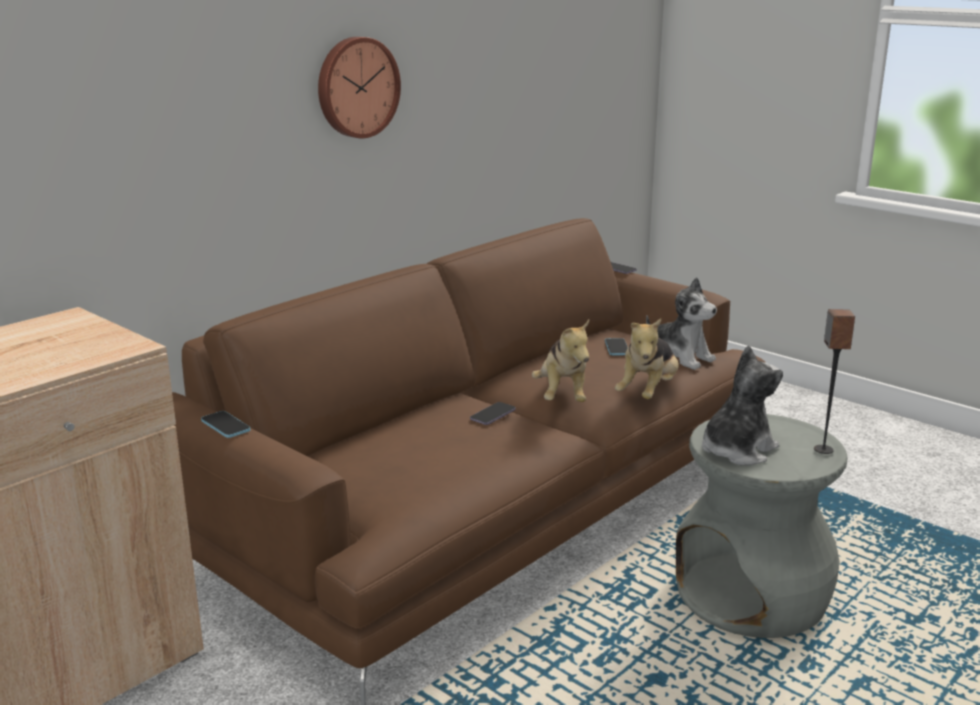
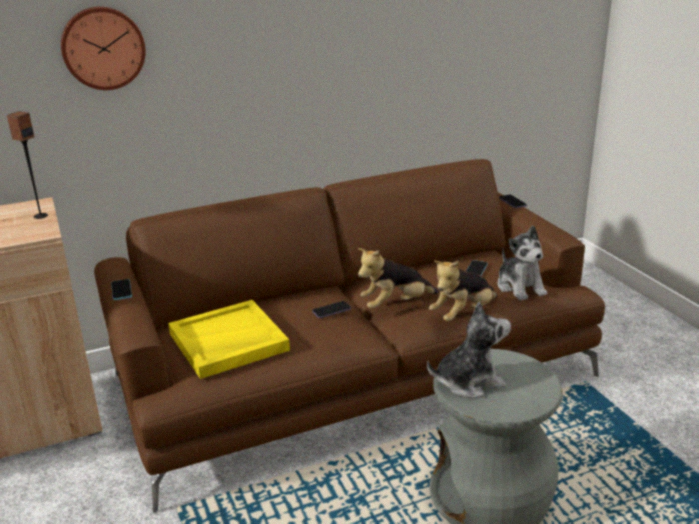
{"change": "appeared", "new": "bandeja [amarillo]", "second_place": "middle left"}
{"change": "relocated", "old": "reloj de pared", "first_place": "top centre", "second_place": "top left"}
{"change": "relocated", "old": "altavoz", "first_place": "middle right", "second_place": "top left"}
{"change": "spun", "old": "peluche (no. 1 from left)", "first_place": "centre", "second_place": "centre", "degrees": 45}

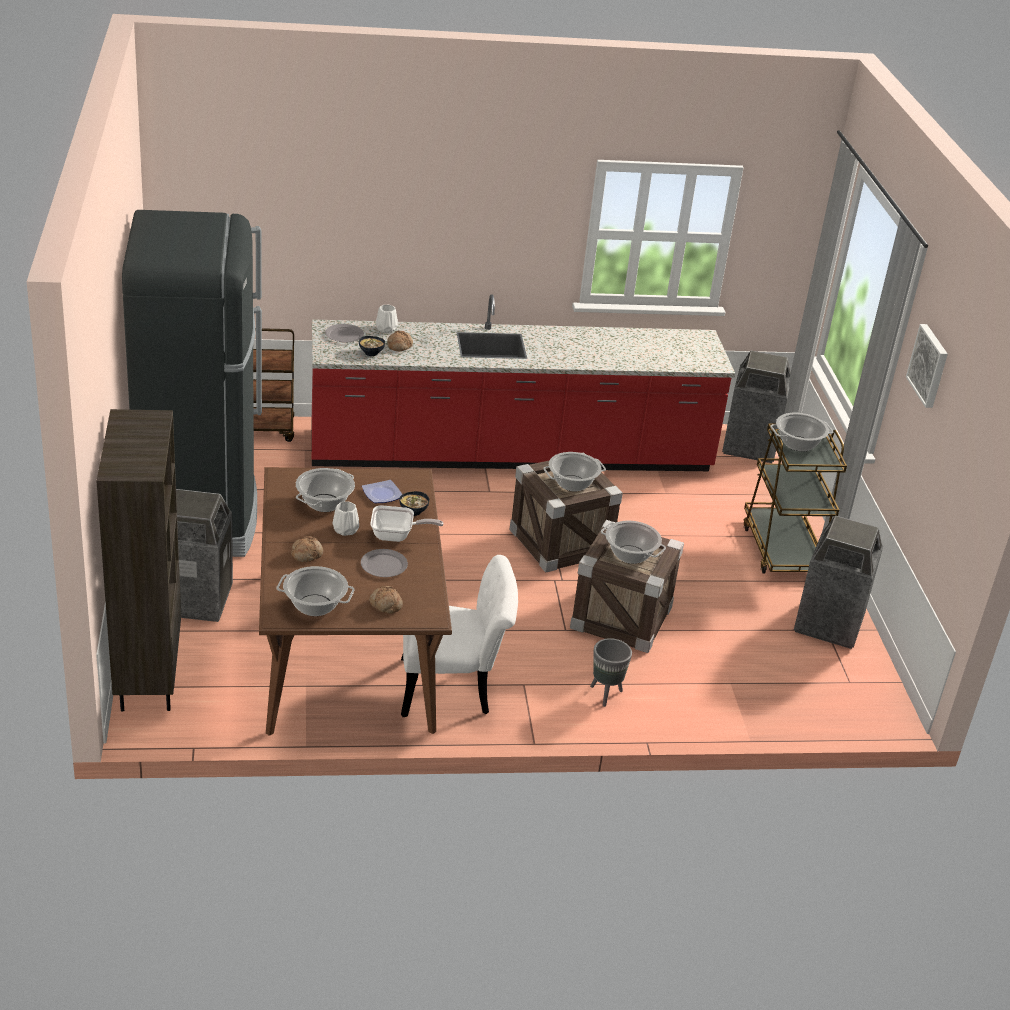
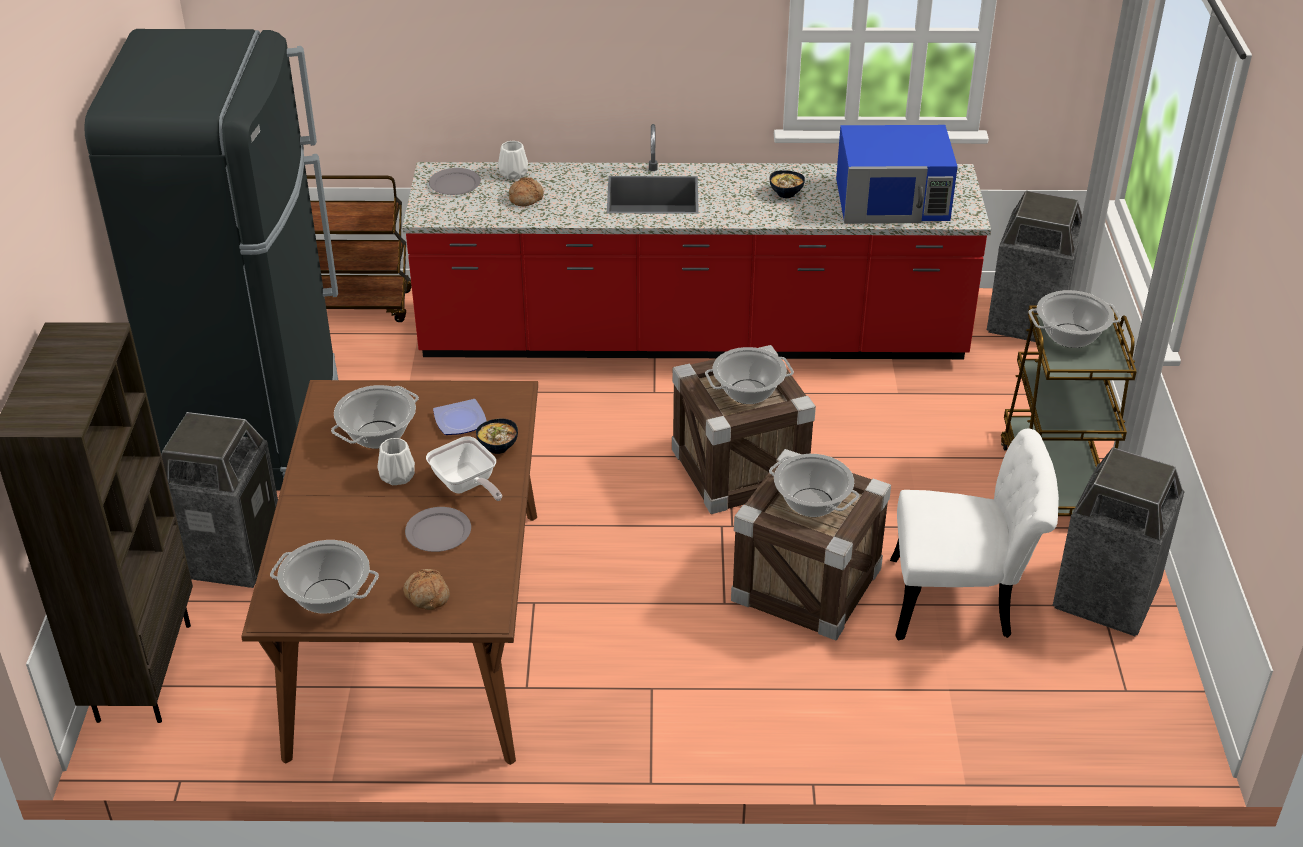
{"change": "missing", "old": "pan (no. 1 from left)", "first_place": "middle left"}
{"change": "missing", "old": "maceta [gris]", "first_place": "centre"}
{"change": "missing", "old": "cuadro", "first_place": "middle right"}
{"change": "appeared", "new": "microondas [azul]", "second_place": "top right"}
{"change": "relocated", "old": "cuenco (no. 1 from left in the first image)", "new": "cuenco (no. 2 from left)", "first_place": "centre", "second_place": "top centre"}
{"change": "relocated", "old": "silla [blanco]", "first_place": "centre", "second_place": "middle right"}
{"change": "spun", "old": "sartén", "first_place": "centre", "second_place": "centre", "degrees": 45}

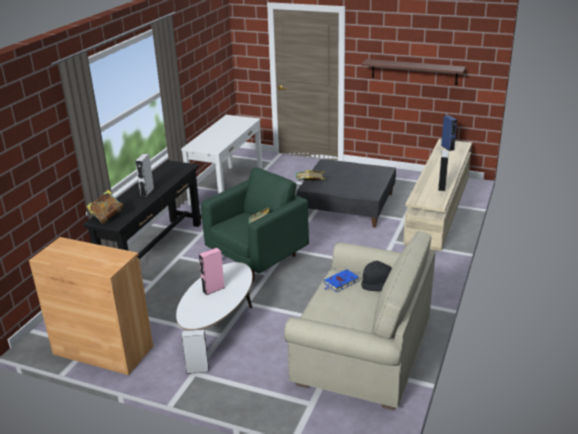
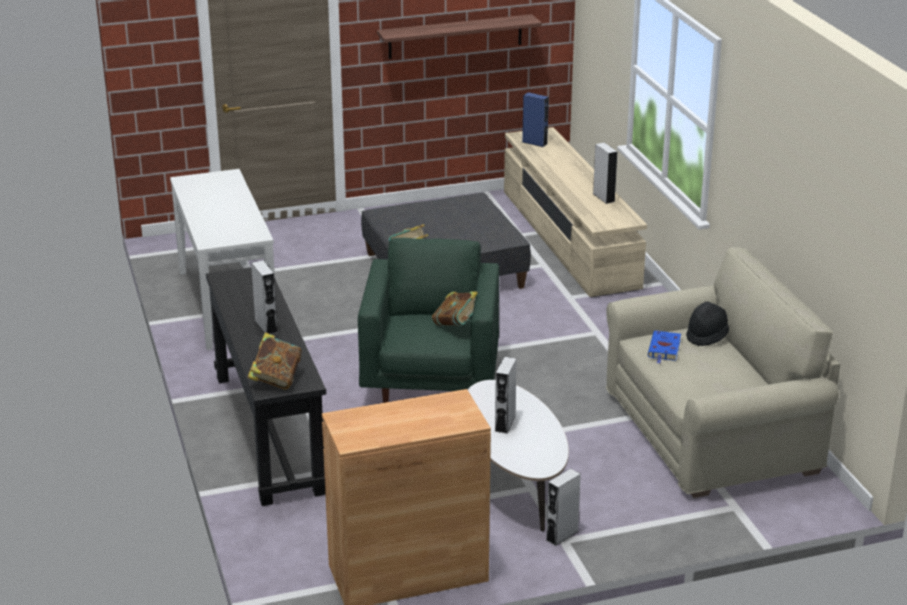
{"change": "colour", "old": "altavoz [rosa]", "new": "altavoz [gris] (no. 2 from left)", "first_place": "centre", "second_place": "centre"}

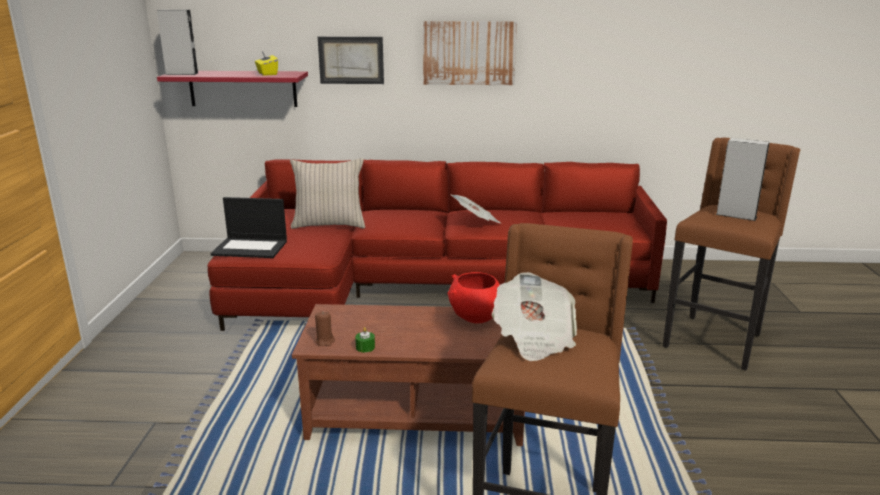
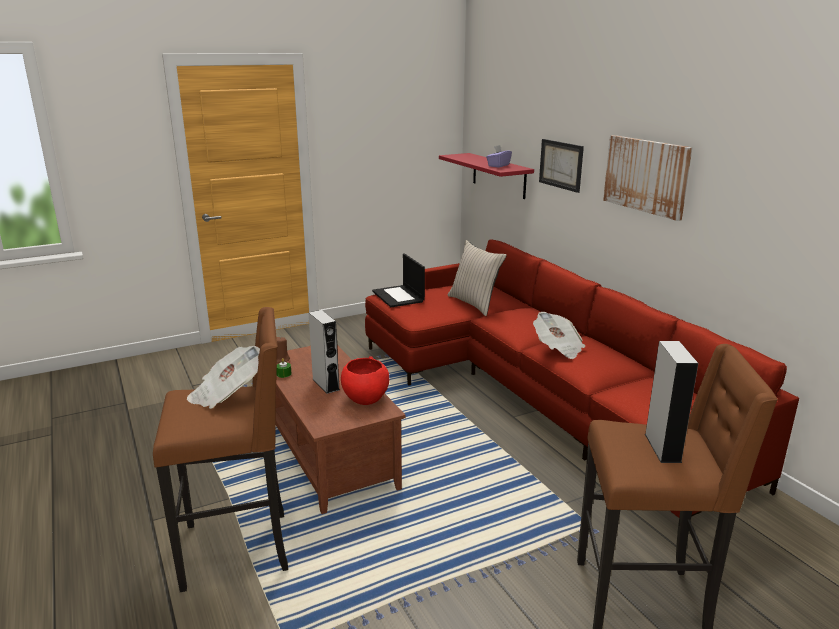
{"change": "relocated", "old": "altavoz [gris] (no. 1 from left)", "first_place": "top left", "second_place": "centre"}
{"change": "colour", "old": "caja de pañuelos [amarillo]", "new": "caja de pañuelos [morado]", "first_place": "top left", "second_place": "top centre"}

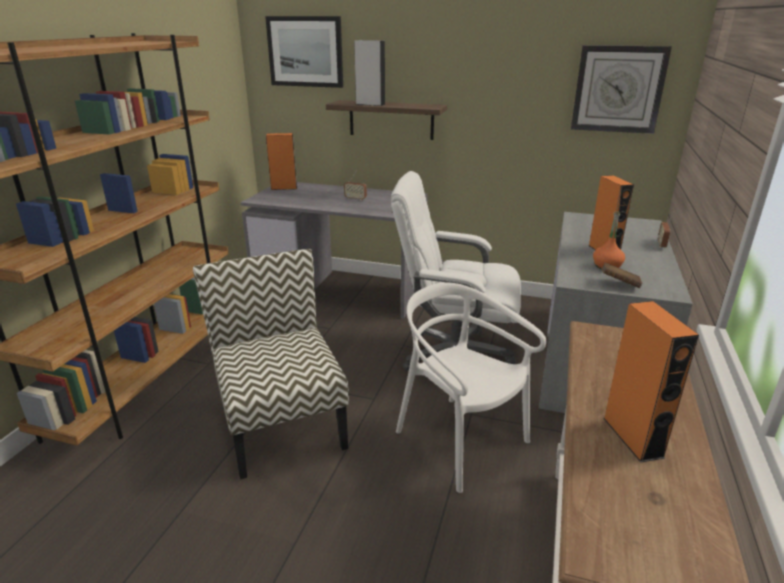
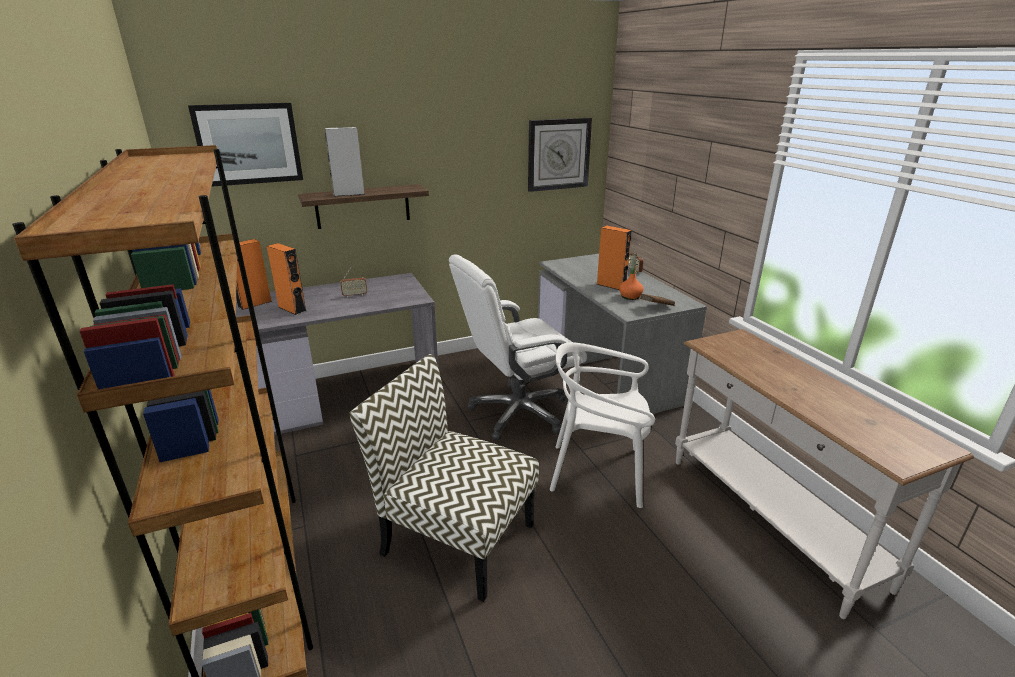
{"change": "relocated", "old": "altavoz [naranja] (no. 3 from left in the first image)", "new": "altavoz [naranja] (no. 2 from left)", "first_place": "middle right", "second_place": "middle left"}

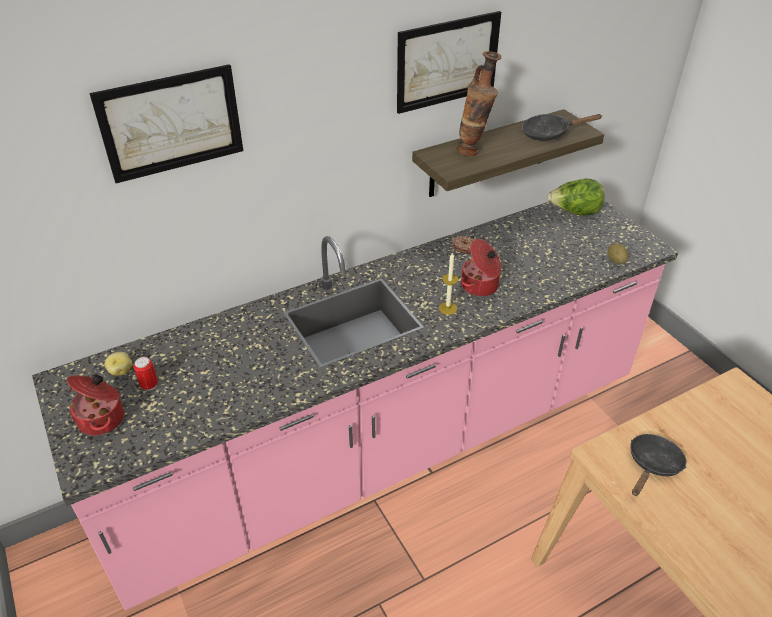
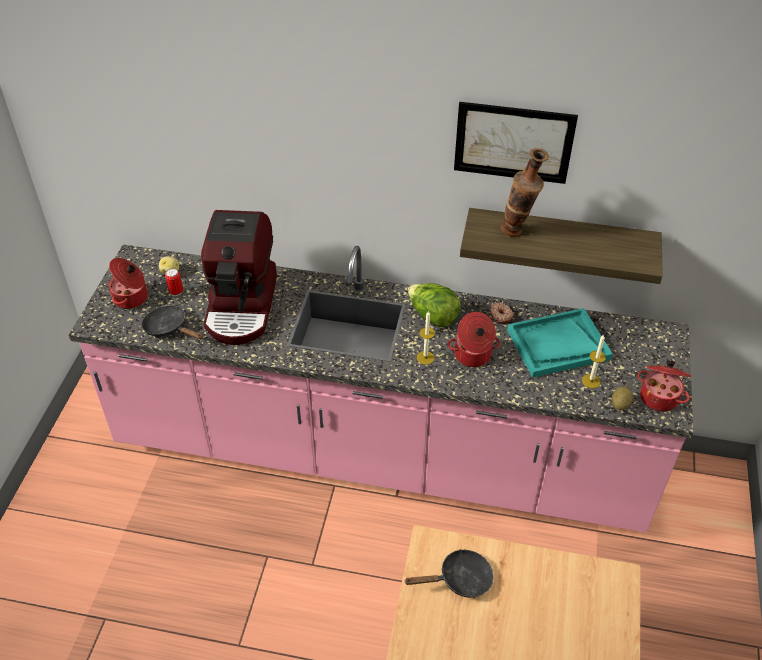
{"change": "missing", "old": "cuadro (no. 1 from left)", "first_place": "top left"}
{"change": "appeared", "new": "cafetera", "second_place": "middle left"}
{"change": "appeared", "new": "bandeja [turquesa]", "second_place": "middle right"}
{"change": "appeared", "new": "vela (no. 2 from left)", "second_place": "middle right"}
{"change": "appeared", "new": "olla (no. 3 from left)", "second_place": "middle right"}
{"change": "relocated", "old": "sartén [negro] (no. 1 from left)", "first_place": "top right", "second_place": "middle left"}
{"change": "relocated", "old": "lechuga", "first_place": "top right", "second_place": "centre"}

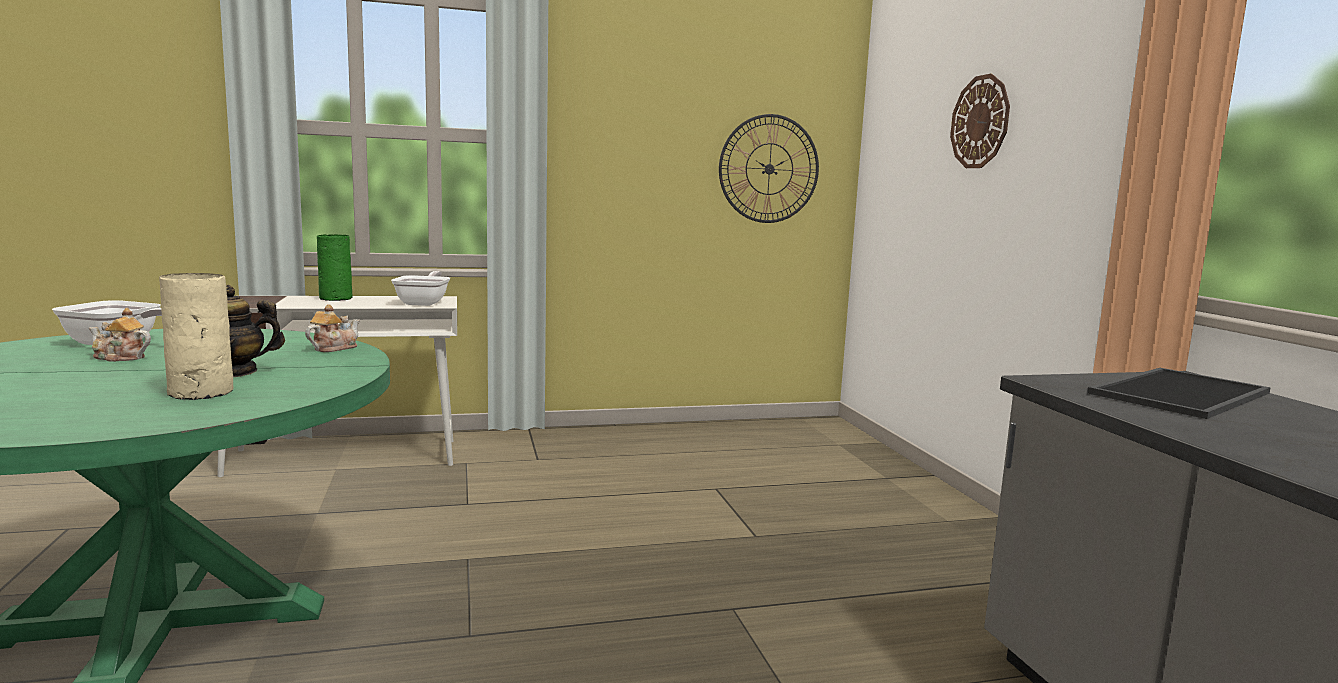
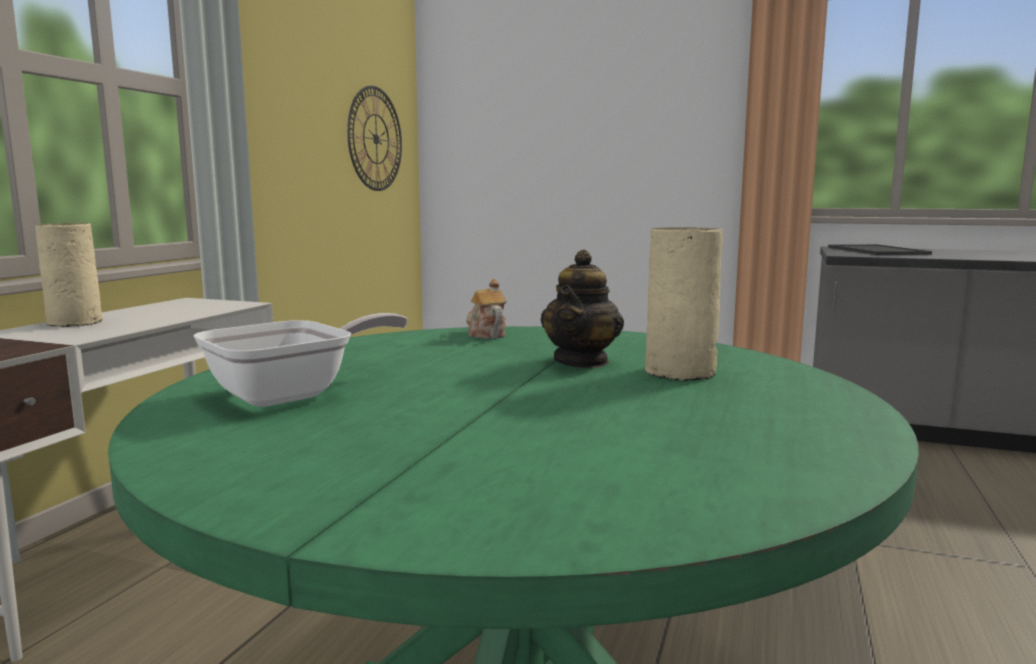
{"change": "missing", "old": "tetera (no. 1 from left)", "first_place": "middle left"}
{"change": "missing", "old": "sartén (no. 2 from left)", "first_place": "middle left"}
{"change": "missing", "old": "reloj de pared (no. 2 from left)", "first_place": "top right"}
{"change": "colour", "old": "florero [verde]", "new": "florero [beis] (no. 1 from left)", "first_place": "middle left", "second_place": "middle left"}

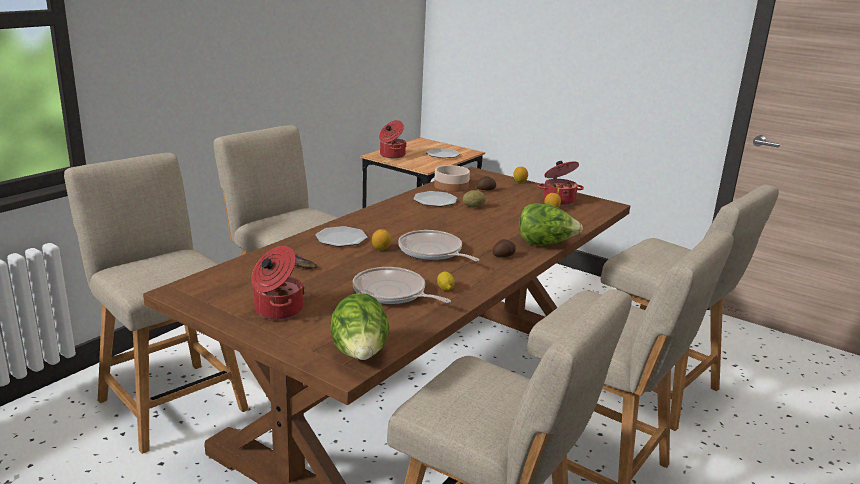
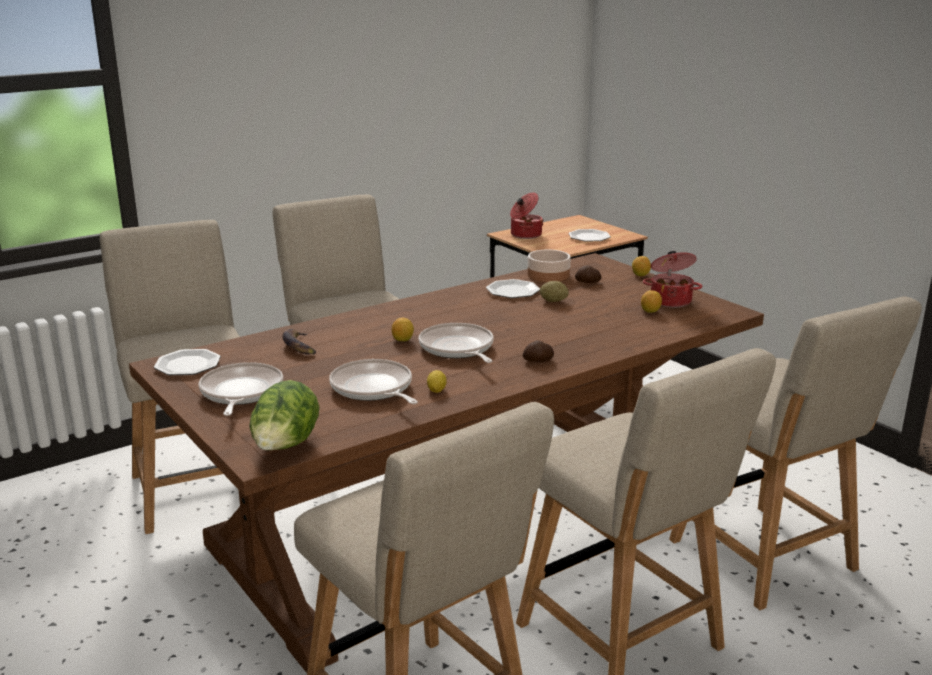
{"change": "missing", "old": "lechuga (no. 2 from left)", "first_place": "centre"}
{"change": "relocated", "old": "plato (no. 1 from left)", "first_place": "centre", "second_place": "middle left"}
{"change": "exchanged", "old": "olla (no. 1 from left)", "new": "sartén (no. 1 from left)", "first_place": "middle left", "second_place": "middle left"}

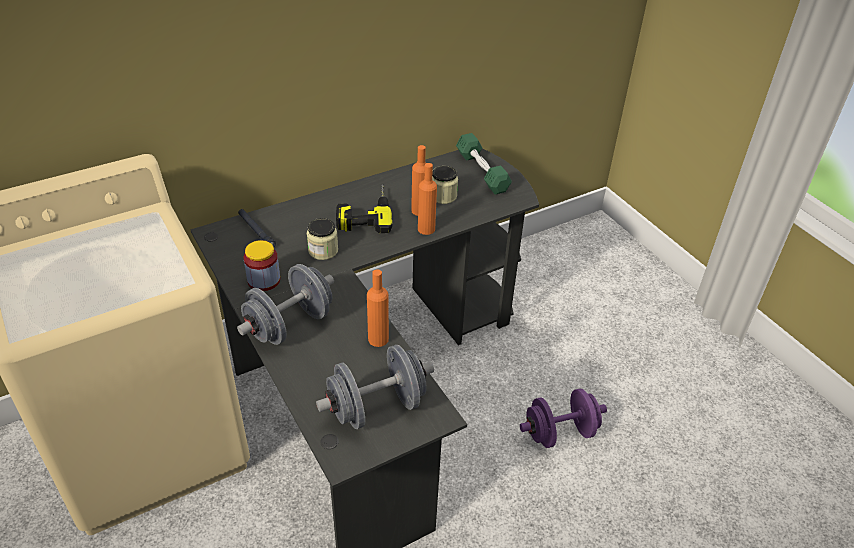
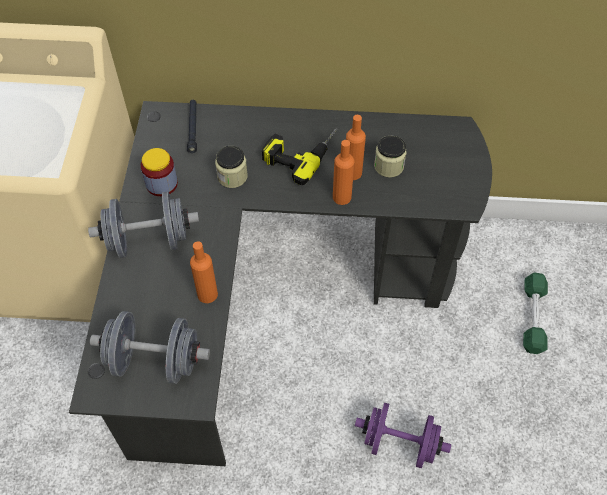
{"change": "relocated", "old": "mancuerna [verde]", "first_place": "top centre", "second_place": "middle right"}

